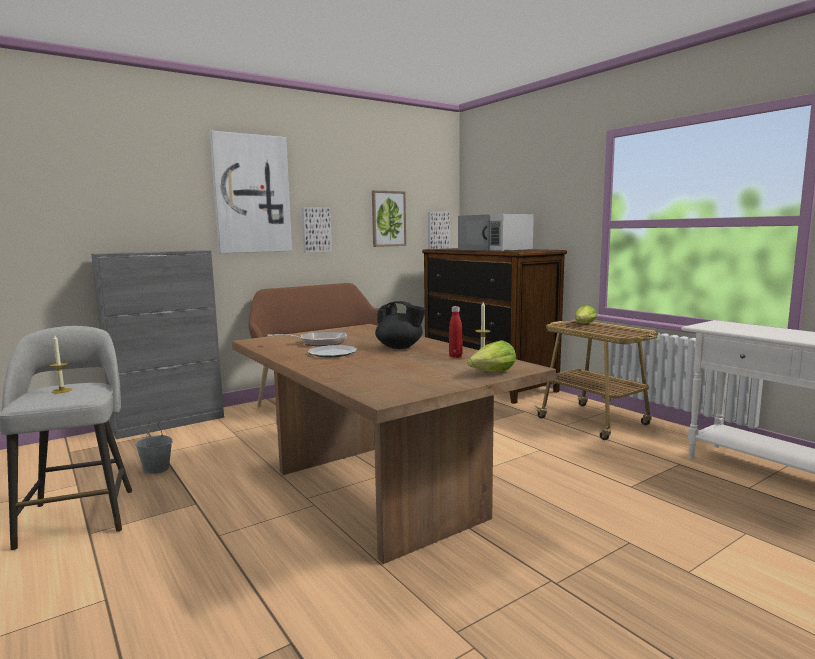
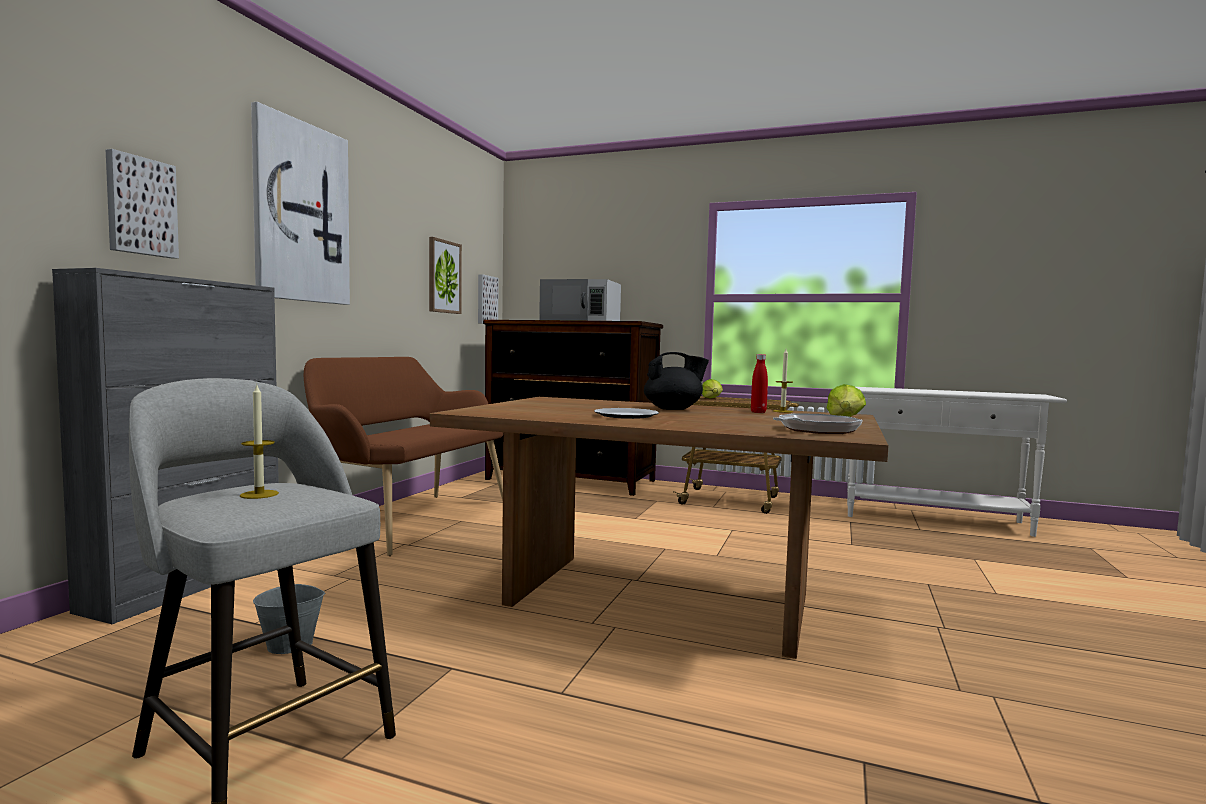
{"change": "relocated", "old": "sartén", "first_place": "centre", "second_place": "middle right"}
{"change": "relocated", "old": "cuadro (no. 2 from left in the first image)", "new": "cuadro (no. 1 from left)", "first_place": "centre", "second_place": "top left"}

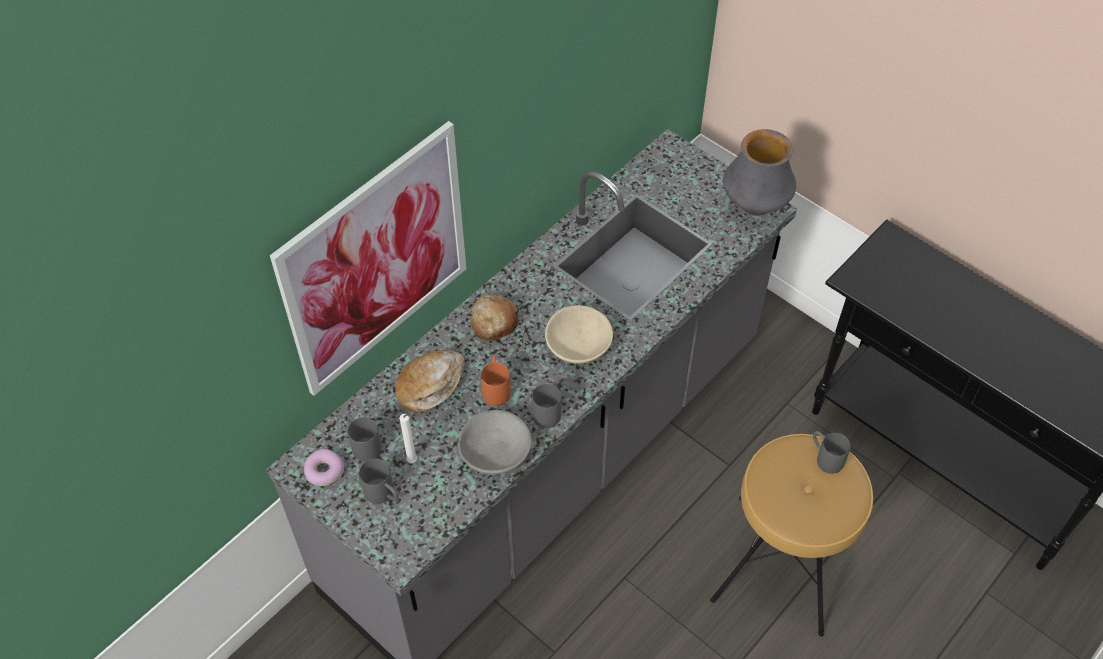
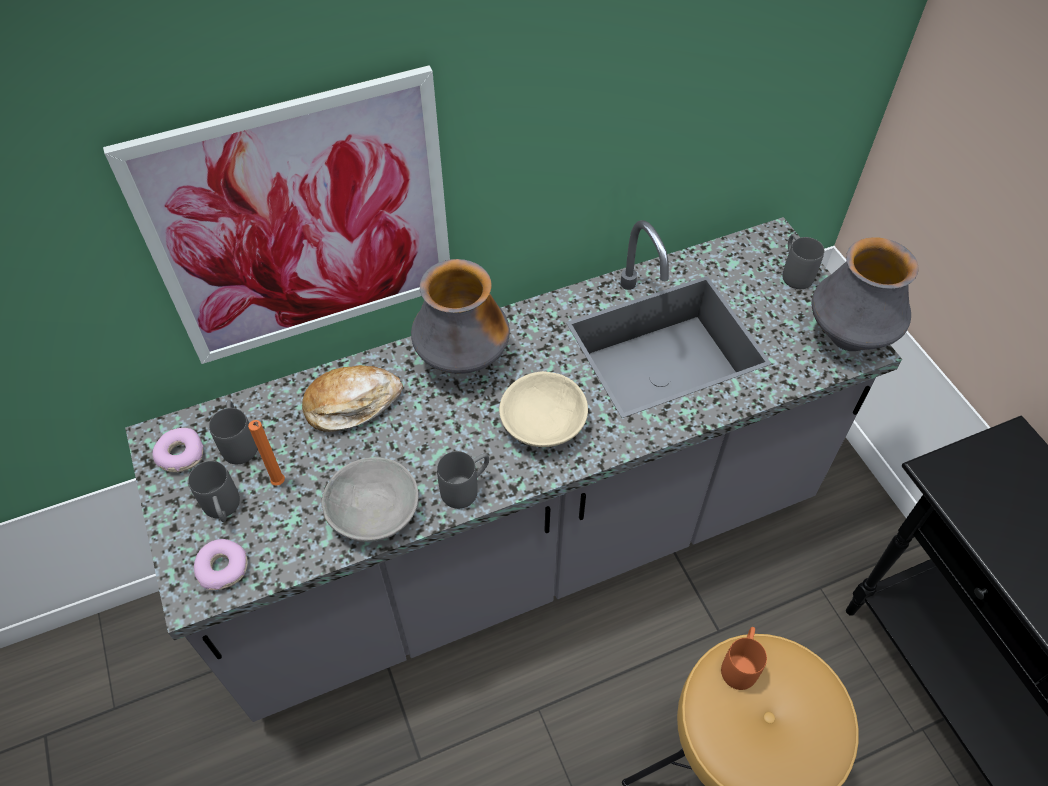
{"change": "appeared", "new": "rosquilla (no. 2 from left)", "second_place": "bottom left"}
{"change": "relocated", "old": "taza grande [naranja]", "first_place": "centre", "second_place": "bottom right"}
{"change": "relocated", "old": "taza grande [gris] (no. 4 from left)", "first_place": "bottom right", "second_place": "top right"}
{"change": "exchanged", "old": "pan (no. 2 from left)", "new": "florero (no. 1 from left)", "first_place": "centre", "second_place": "centre"}
{"change": "colour", "old": "vela [blanco]", "new": "vela [naranja]", "first_place": "centre", "second_place": "middle left"}

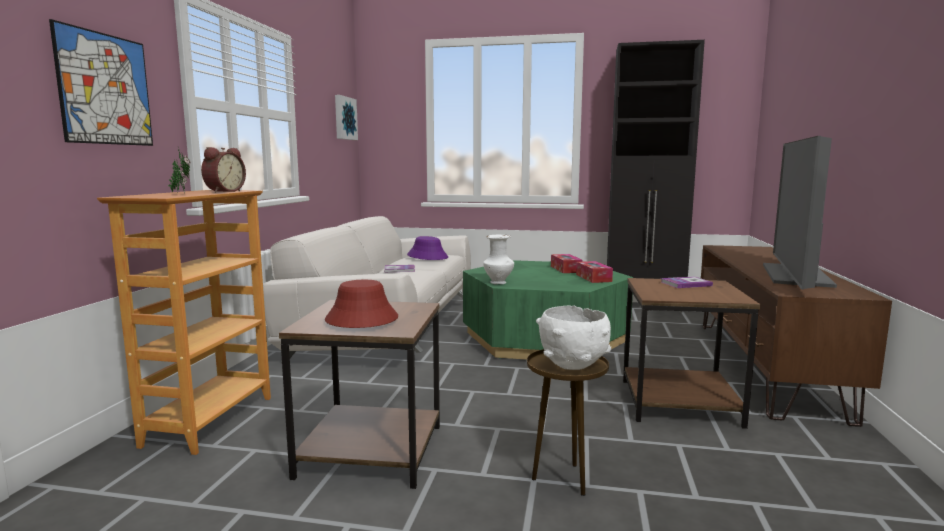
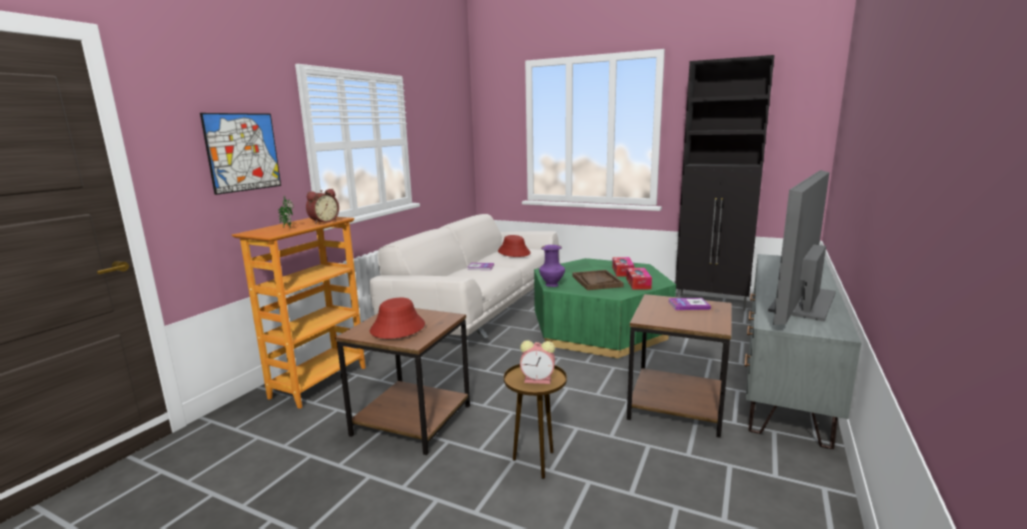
{"change": "missing", "old": "cuadro (no. 2 from left)", "first_place": "top centre"}
{"change": "appeared", "new": "bandeja [marrón]", "second_place": "centre"}
{"change": "exchanged", "old": "cuenco [blanco]", "new": "despertador (no. 2 from left)", "first_place": "centre", "second_place": "bottom centre"}
{"change": "colour", "old": "sombrero [morado]", "new": "sombrero [rojo] (no. 2 from left)", "first_place": "centre", "second_place": "centre"}
{"change": "colour", "old": "florero [blanco]", "new": "florero [morado]", "first_place": "centre", "second_place": "centre"}
{"change": "colour", "old": "mueble de televisión [marrón]", "new": "mueble de televisión [gris]", "first_place": "middle right", "second_place": "middle right"}

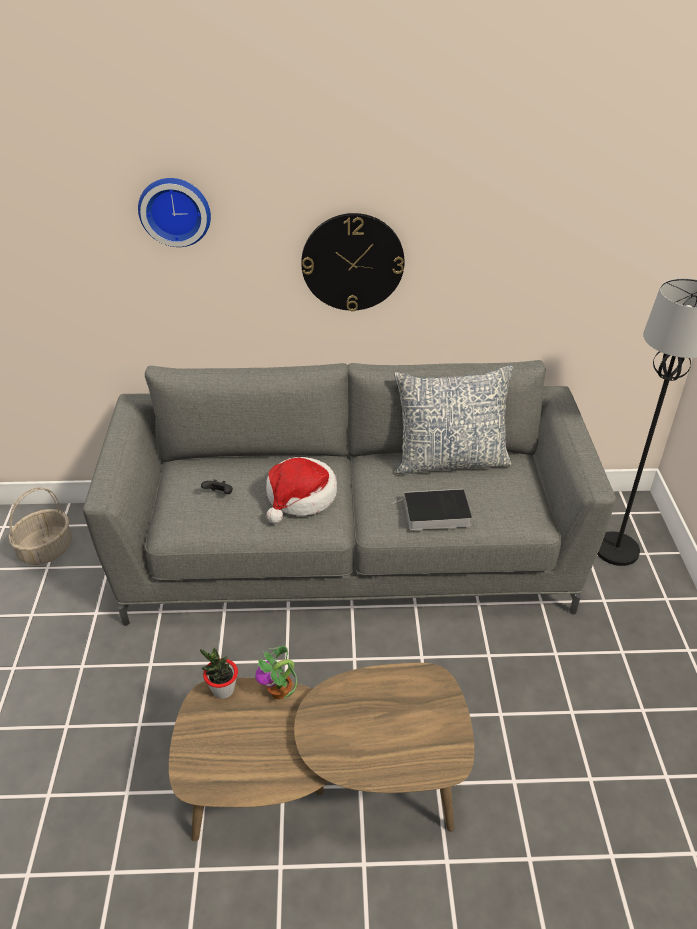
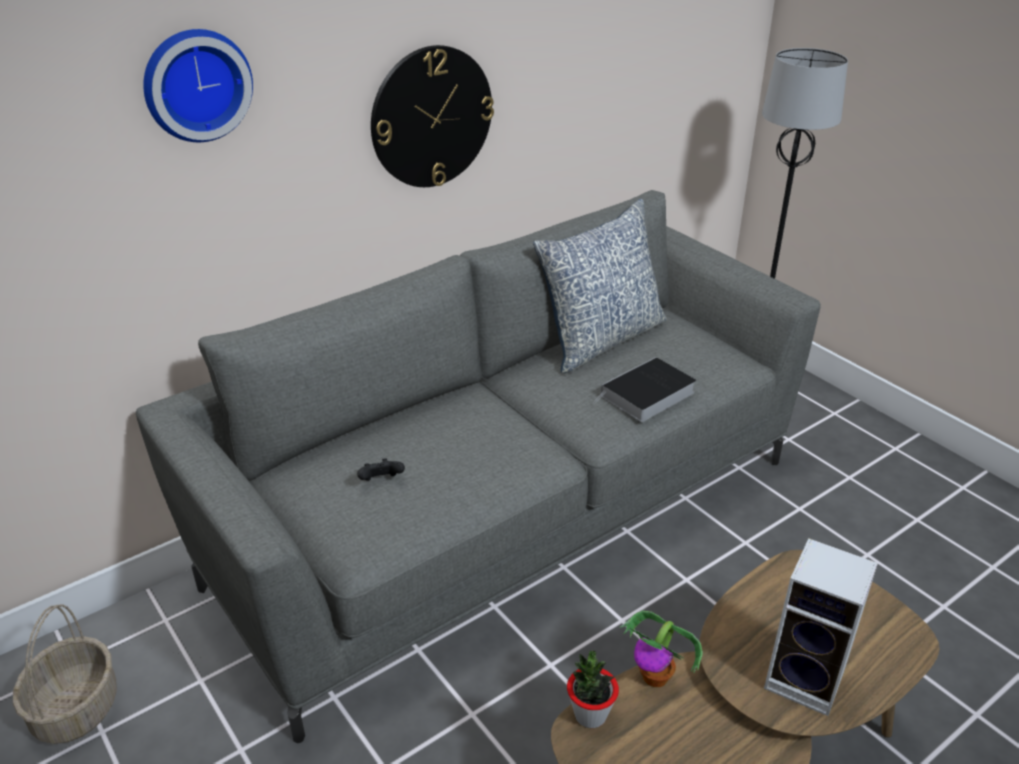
{"change": "missing", "old": "sombrero", "first_place": "centre"}
{"change": "appeared", "new": "altavoz", "second_place": "bottom right"}

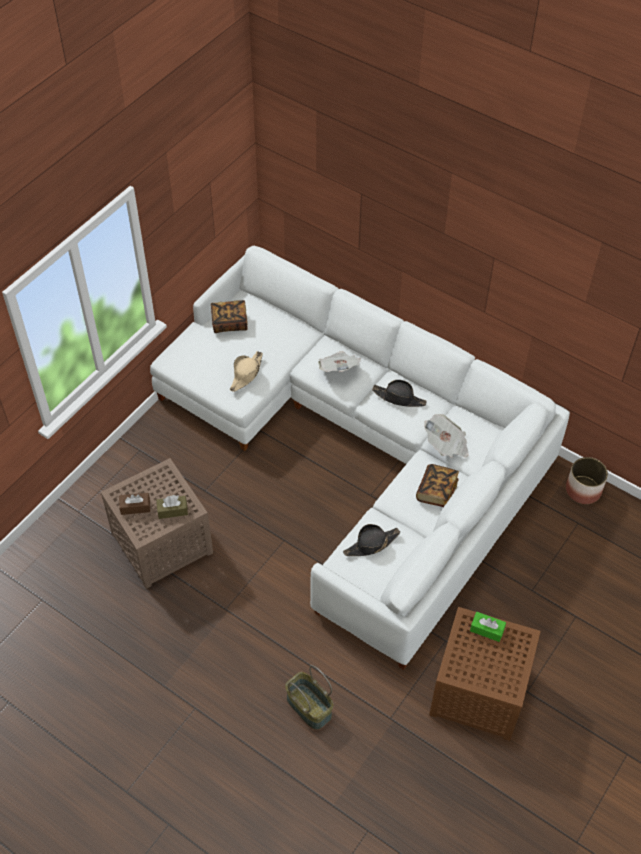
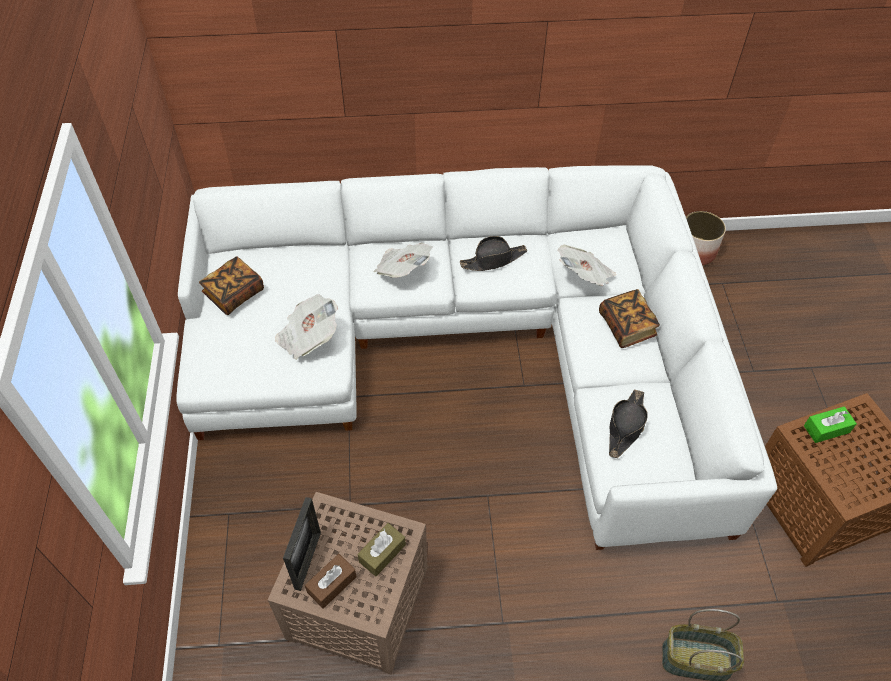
{"change": "appeared", "new": "portarretratos", "second_place": "bottom centre"}
{"change": "exchanged", "old": "sombrero [beis]", "new": "periódico (no. 1 from left)", "first_place": "centre", "second_place": "centre"}

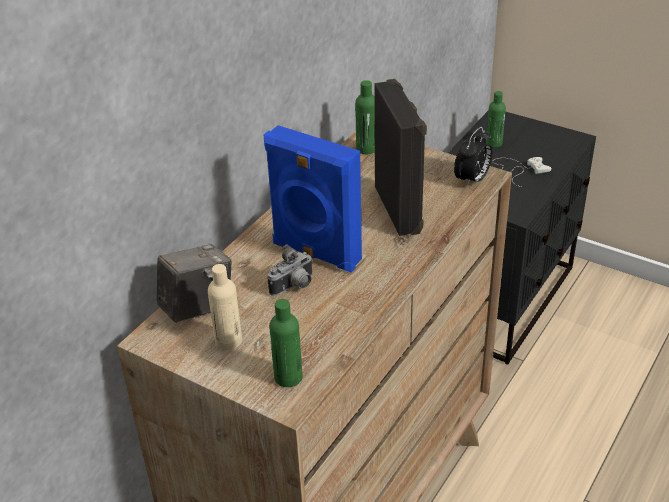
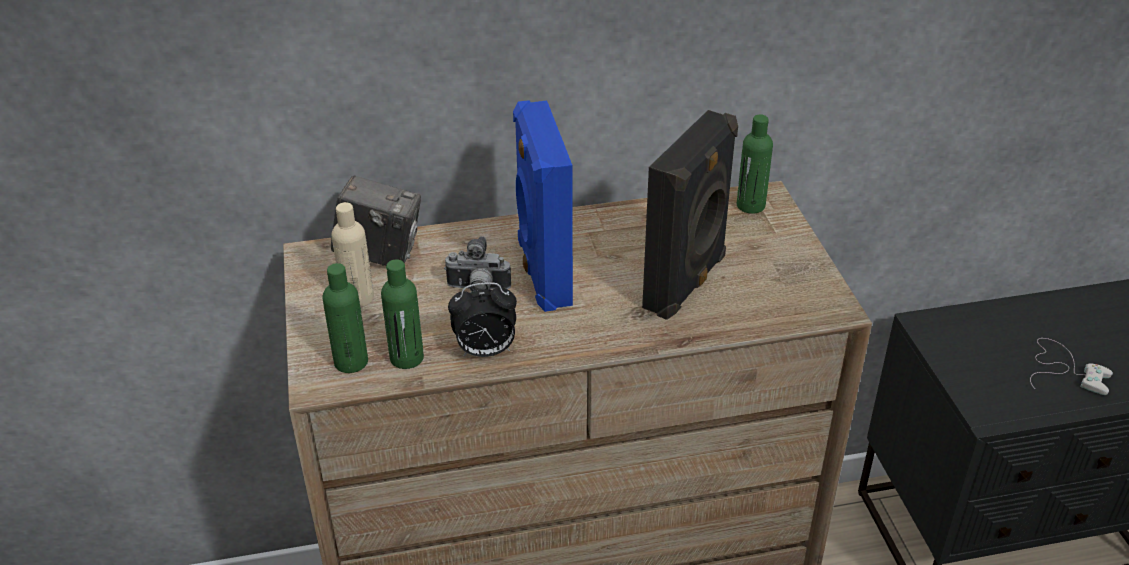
{"change": "relocated", "old": "despertador", "first_place": "top right", "second_place": "centre"}
{"change": "relocated", "old": "botella [verde] (no. 3 from left in the first image)", "new": "botella [verde] (no. 2 from left)", "first_place": "top right", "second_place": "centre"}

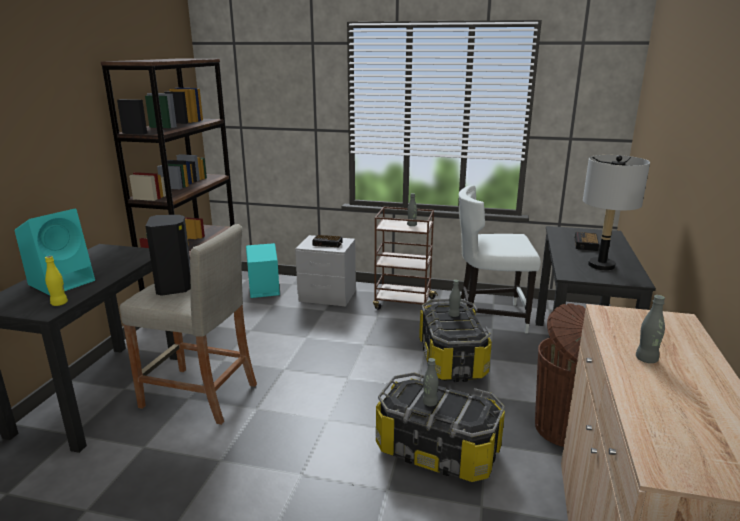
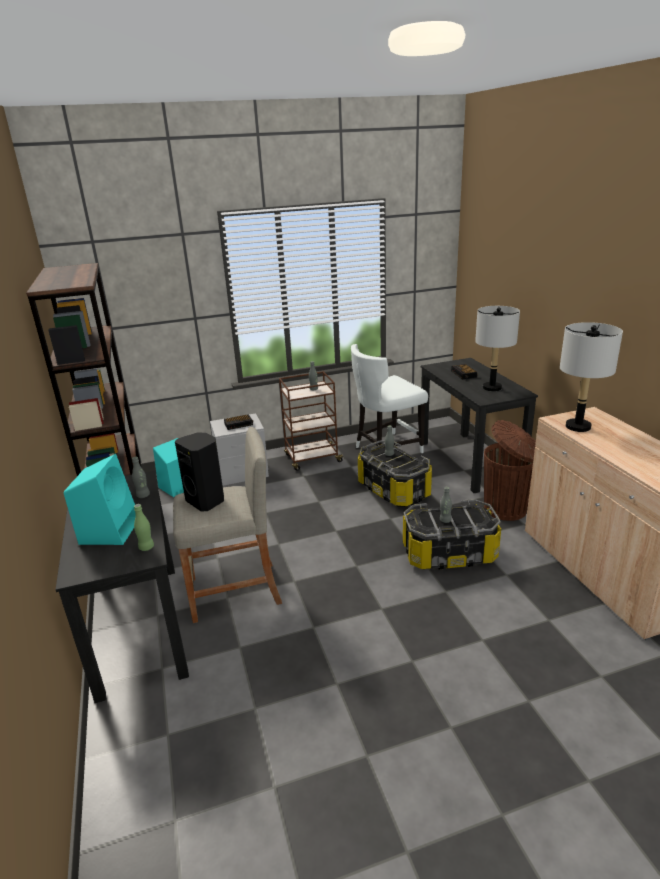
{"change": "appeared", "new": "lámpara de mesa [gris] (no. 2 from left)", "second_place": "middle right"}
{"change": "relocated", "old": "botella [gris] (no. 4 from left in the first image)", "new": "botella [gris] (no. 1 from left)", "first_place": "middle right", "second_place": "middle left"}
{"change": "colour", "old": "botella [amarillo]", "new": "botella [verde]", "first_place": "middle left", "second_place": "middle left"}

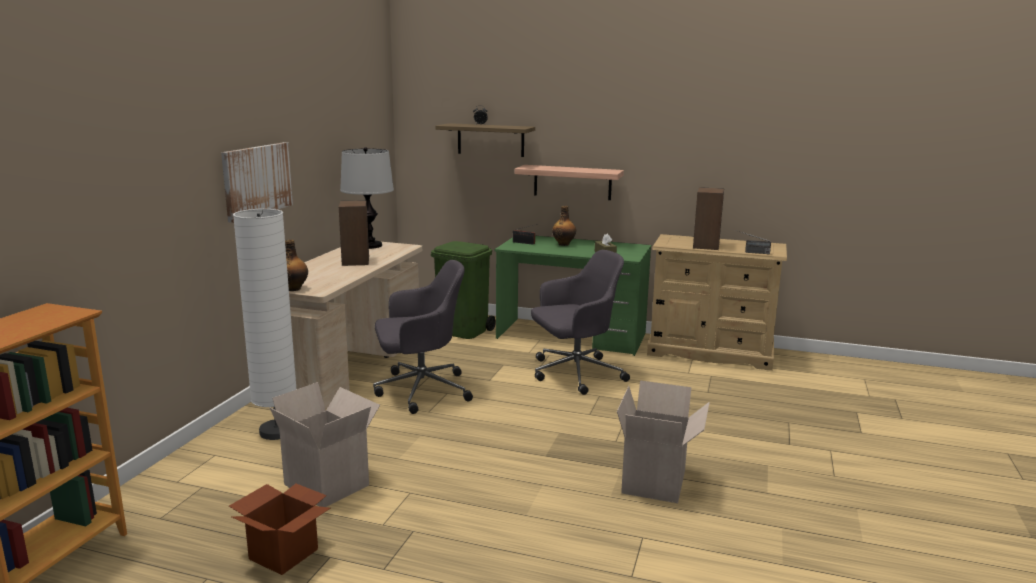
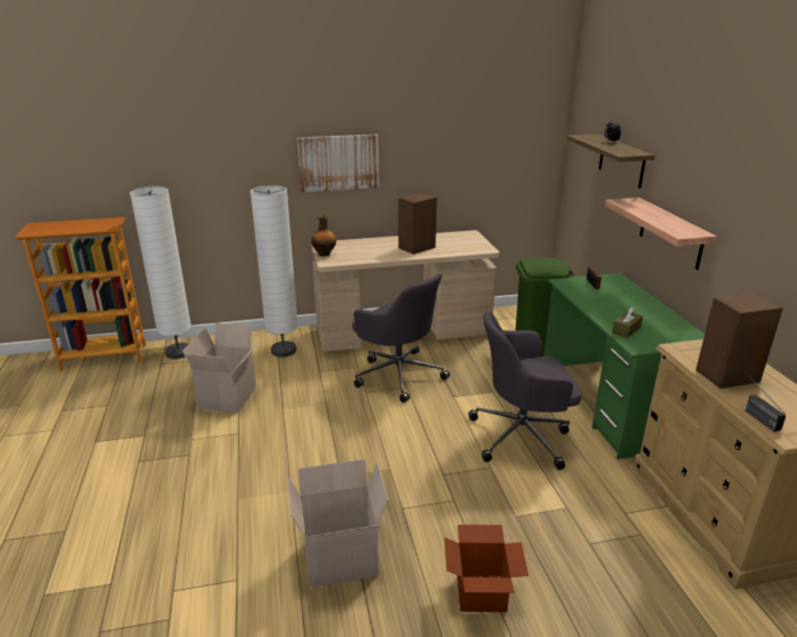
{"change": "missing", "old": "lámpara de mesa", "first_place": "centre"}
{"change": "missing", "old": "botella (no. 2 from left)", "first_place": "centre"}
{"change": "appeared", "new": "lámpara de pie [blanco] (no. 1 from left)", "second_place": "middle left"}
{"change": "relocated", "old": "caja de cartón (no. 1 from left in the first image)", "new": "caja de cartón (no. 3 from left)", "first_place": "bottom left", "second_place": "bottom centre"}
{"change": "spun", "old": "silla de oficina [gris] (no. 2 from left)", "first_place": "centre", "second_place": "centre", "degrees": 135}

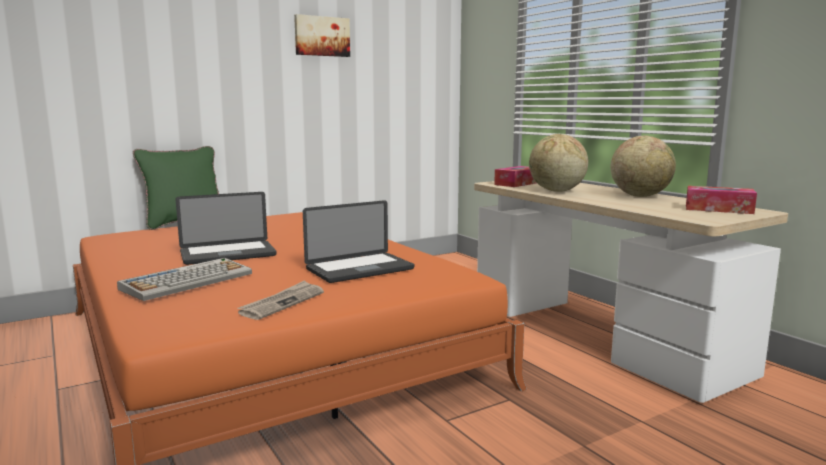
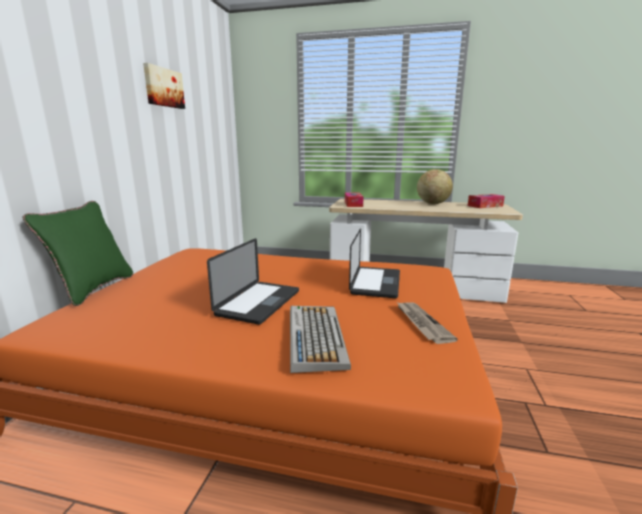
{"change": "missing", "old": "globo terráqueo (no. 1 from left)", "first_place": "middle right"}

